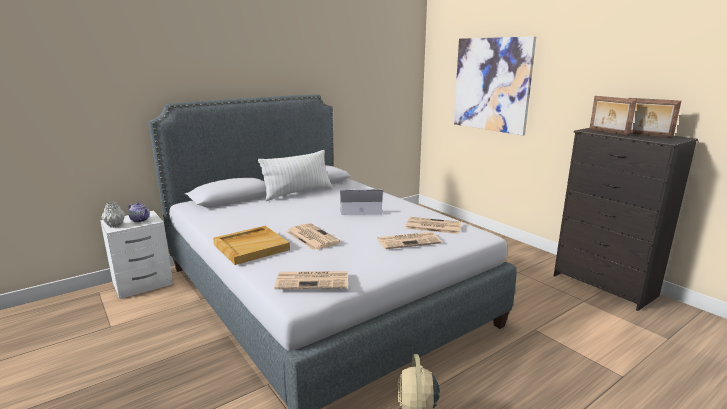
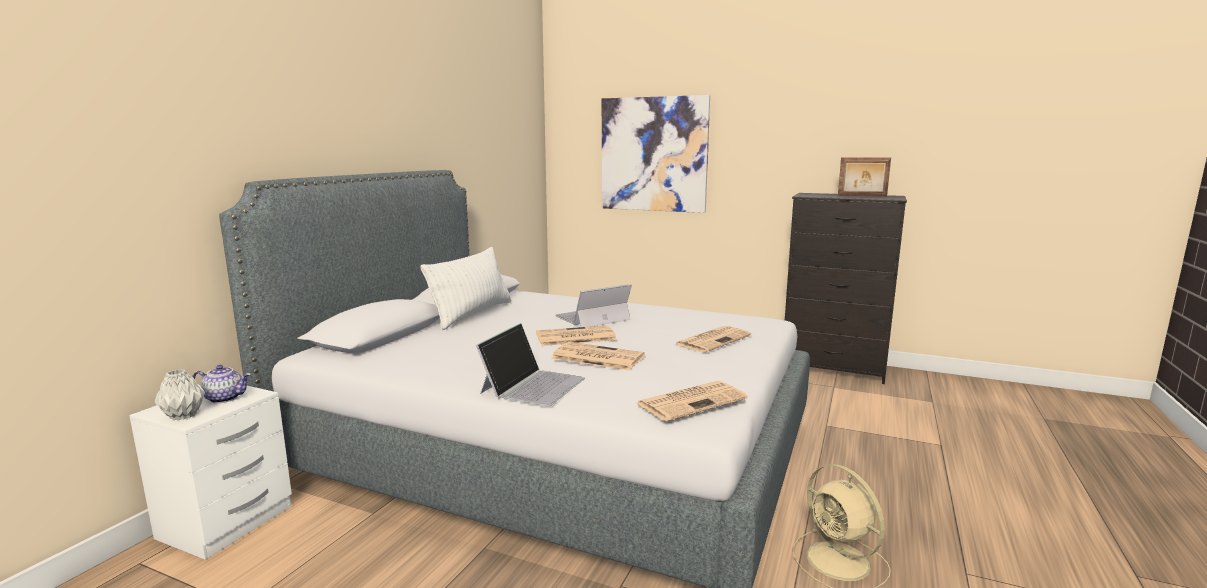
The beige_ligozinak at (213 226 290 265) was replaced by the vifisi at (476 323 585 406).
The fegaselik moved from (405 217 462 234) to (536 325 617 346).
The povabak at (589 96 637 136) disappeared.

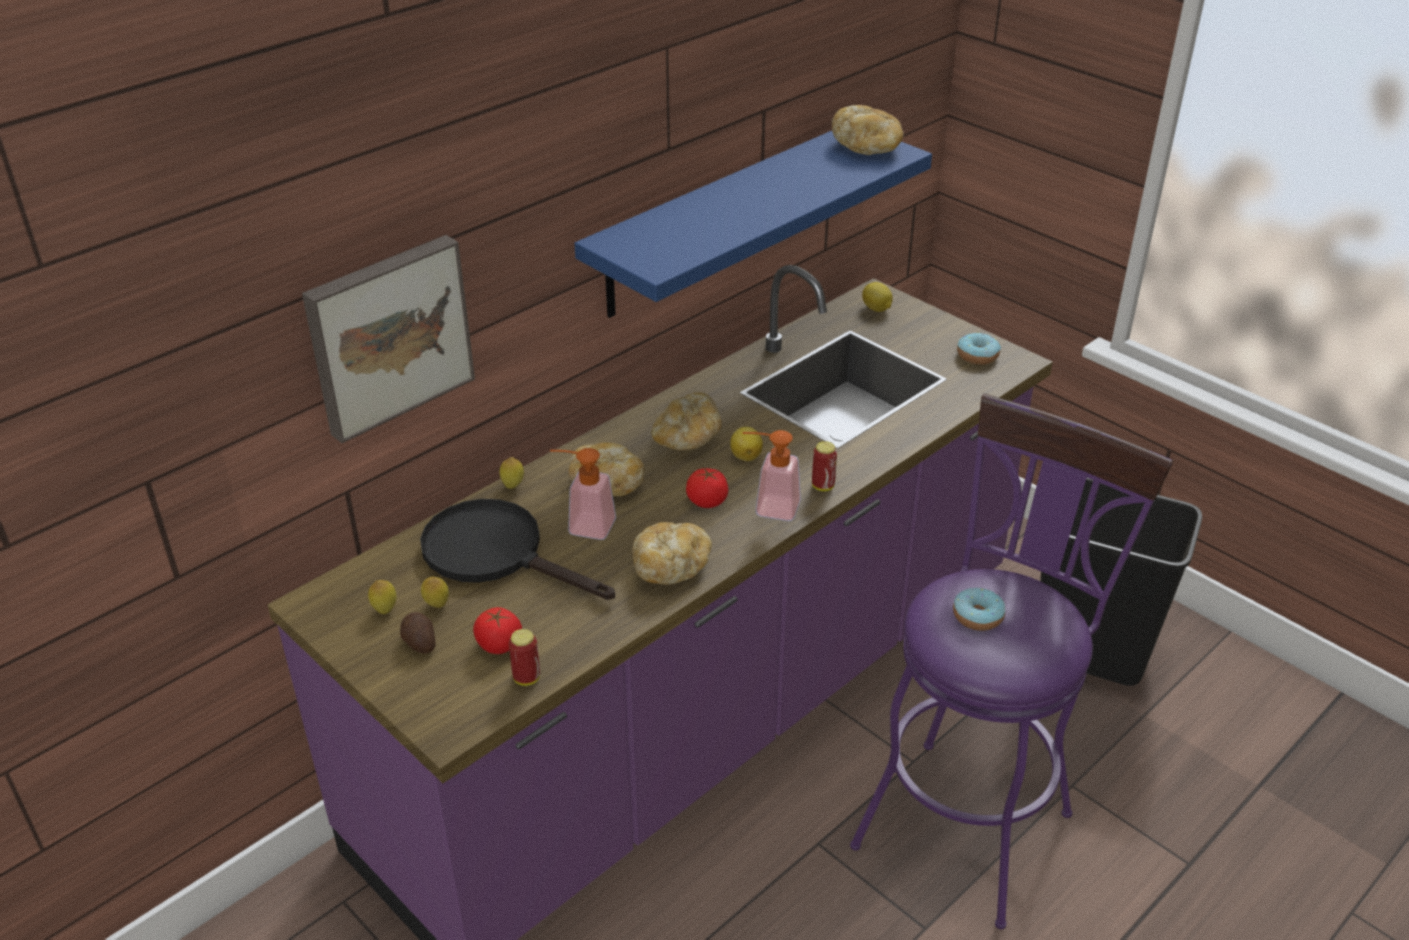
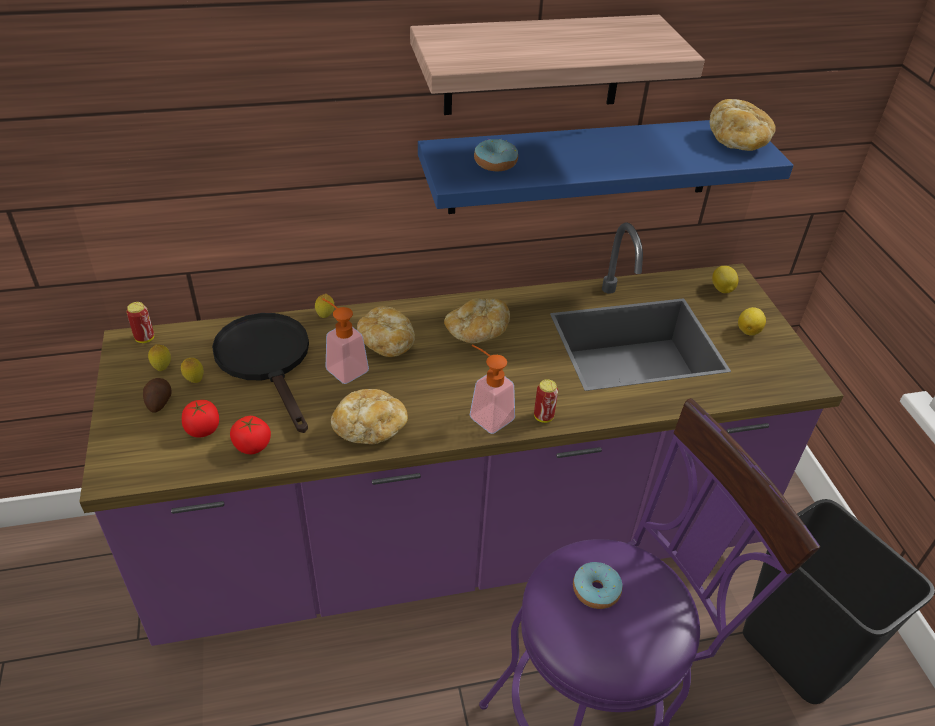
The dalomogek at (302 235 475 443) disappeared.
The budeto moved from (509 629 540 686) to (127 302 154 343).
The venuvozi moved from (686 468 728 508) to (230 416 271 454).
The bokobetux moved from (730 427 763 461) to (738 307 766 336).
The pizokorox moved from (957 333 1001 365) to (474 139 518 171).
The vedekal at (410 15 705 115) appeared.

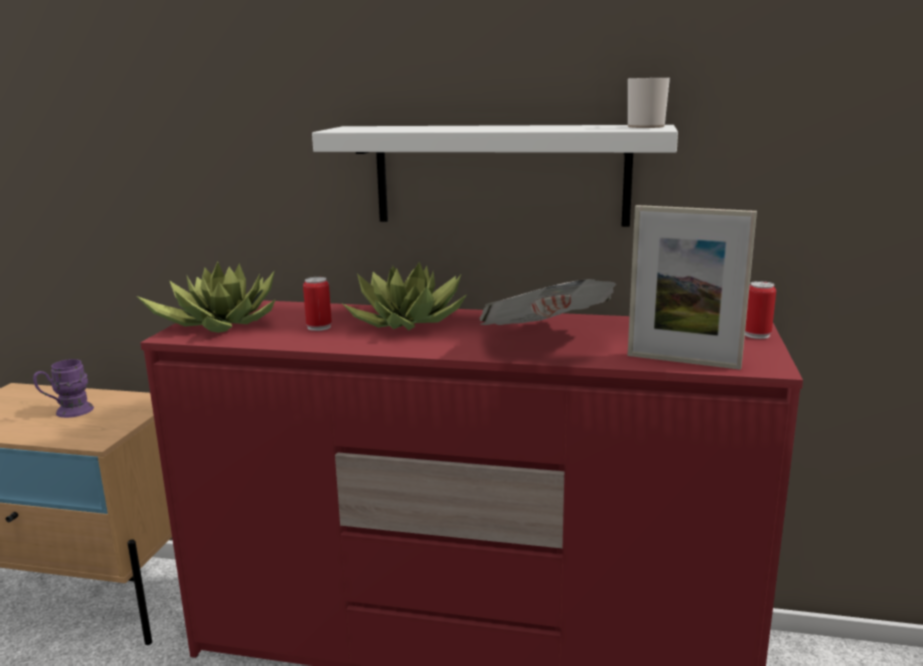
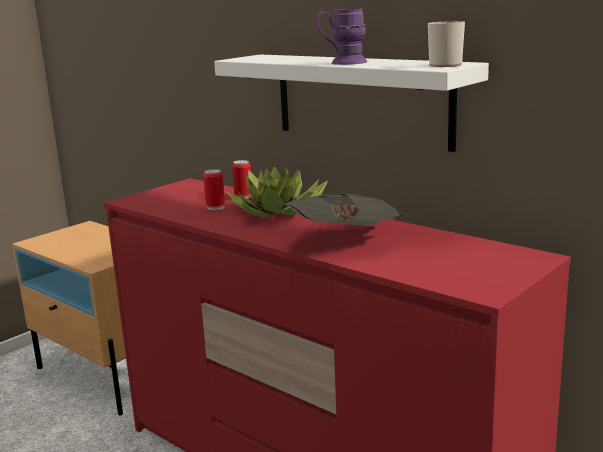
The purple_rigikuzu moved from (33 359 94 418) to (316 8 367 65).
The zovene at (137 262 276 333) disappeared.
The povabak at (627 205 757 370) disappeared.
The budeto moved from (745 281 776 339) to (232 160 252 199).

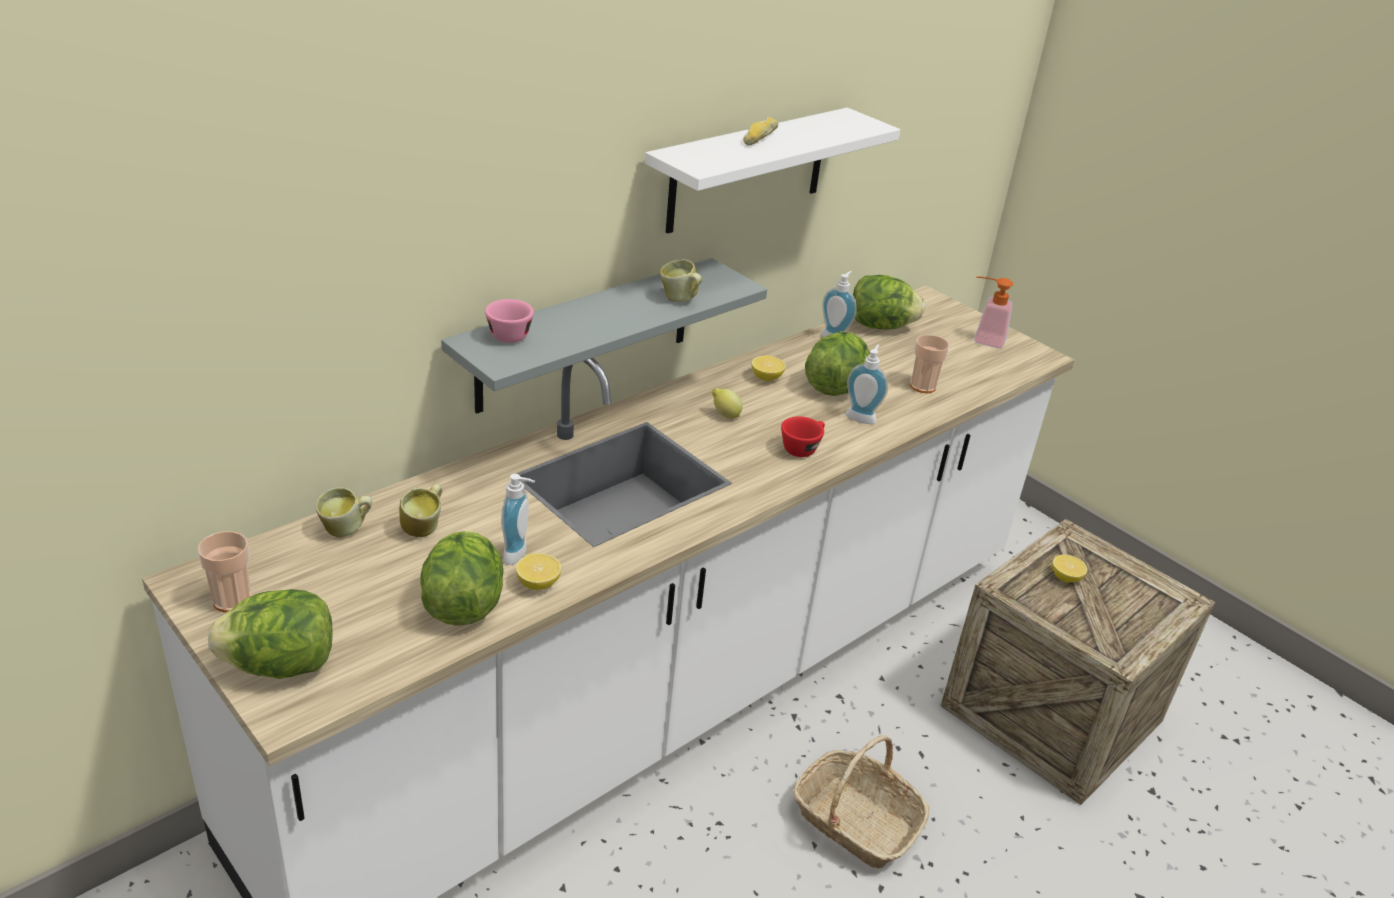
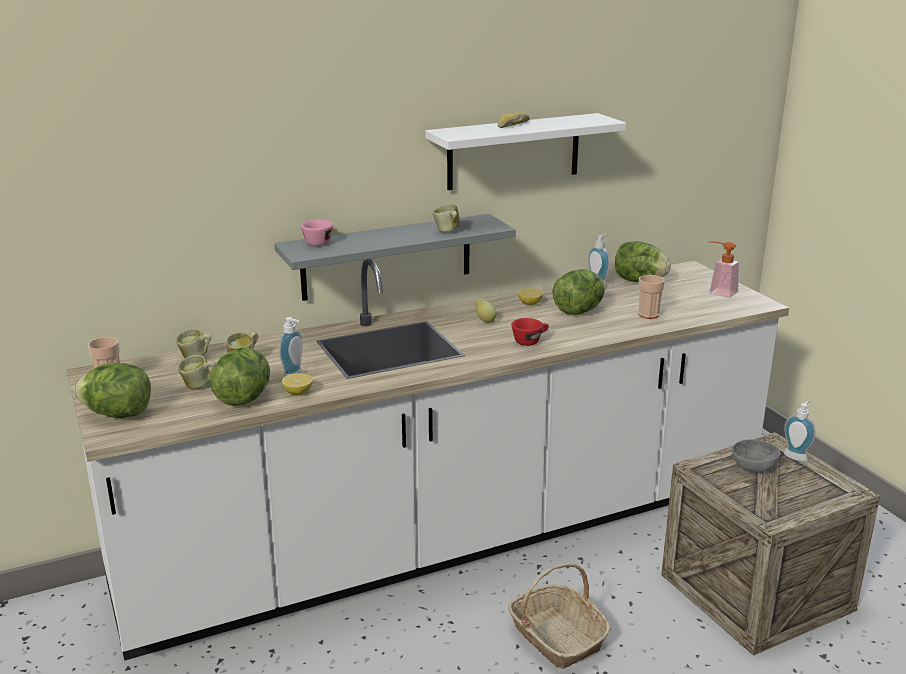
The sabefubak moved from (846 345 888 424) to (784 400 816 462).
The bokobetux at (1052 555 1087 582) was replaced by the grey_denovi at (732 439 781 473).
The rigikuzu at (178 355 216 390) appeared.

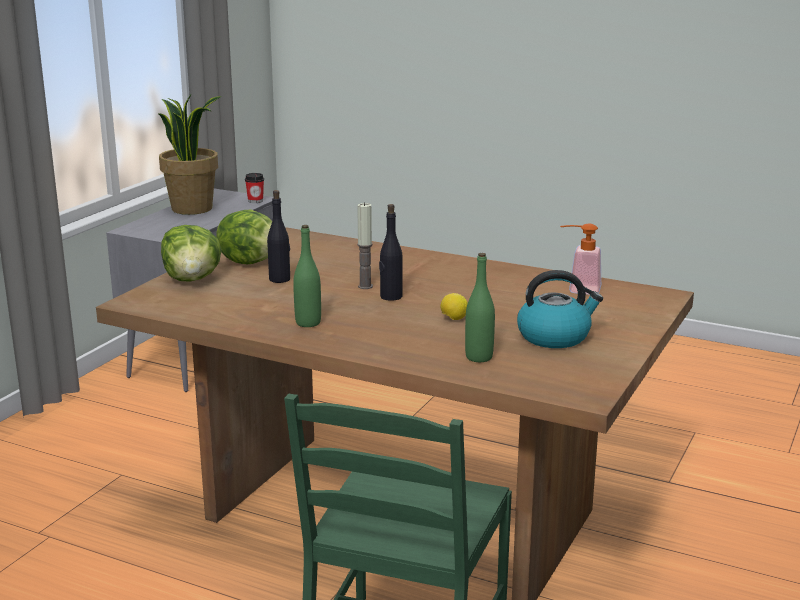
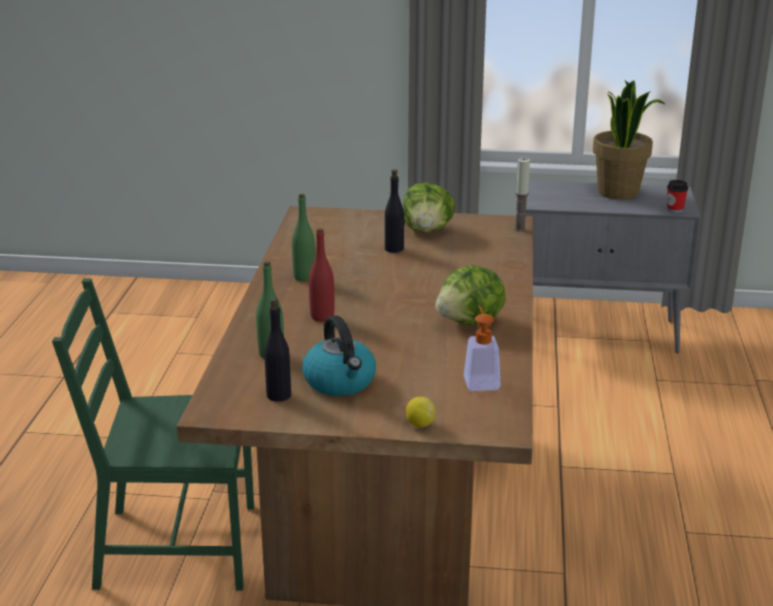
The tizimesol moved from (161 225 222 282) to (435 265 506 325).
The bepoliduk moved from (357 202 373 289) to (514 158 530 232).
The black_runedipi moved from (379 204 403 301) to (264 298 291 402).
The bokobetux moved from (440 293 468 320) to (406 397 436 428).
The red_runedipi at (309 229 334 322) appeared.

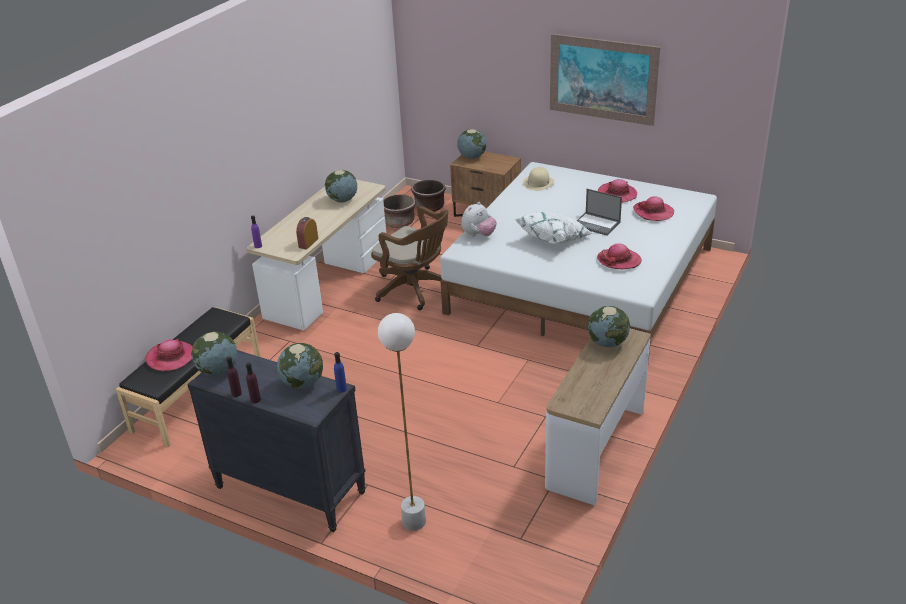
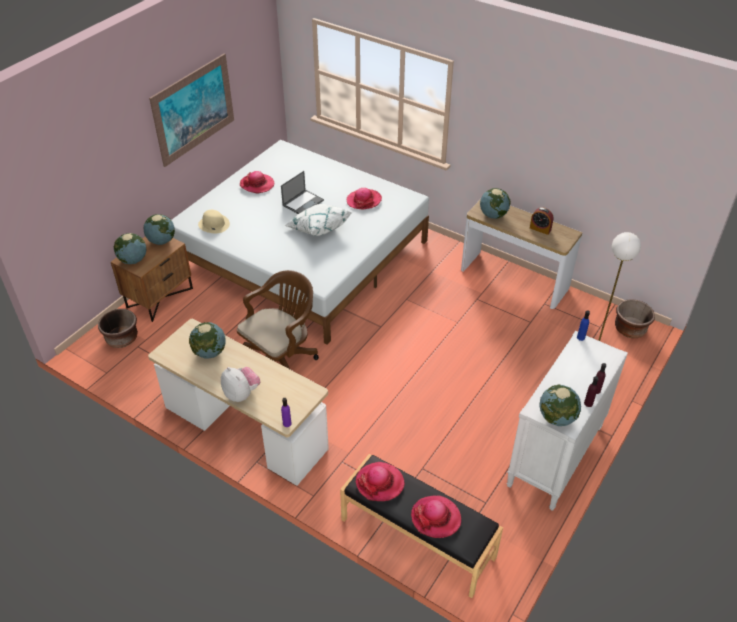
The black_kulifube at (187 350 366 532) became the white_kulifube at (507 331 628 511).
The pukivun moved from (277 343 323 389) to (144 214 175 245).
The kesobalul moved from (296 217 318 250) to (530 207 554 235).
The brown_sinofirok moved from (383 194 416 228) to (615 299 655 338).
The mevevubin moved from (461 202 497 237) to (221 367 260 402).
The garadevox moved from (633 196 674 221) to (356 462 405 501).

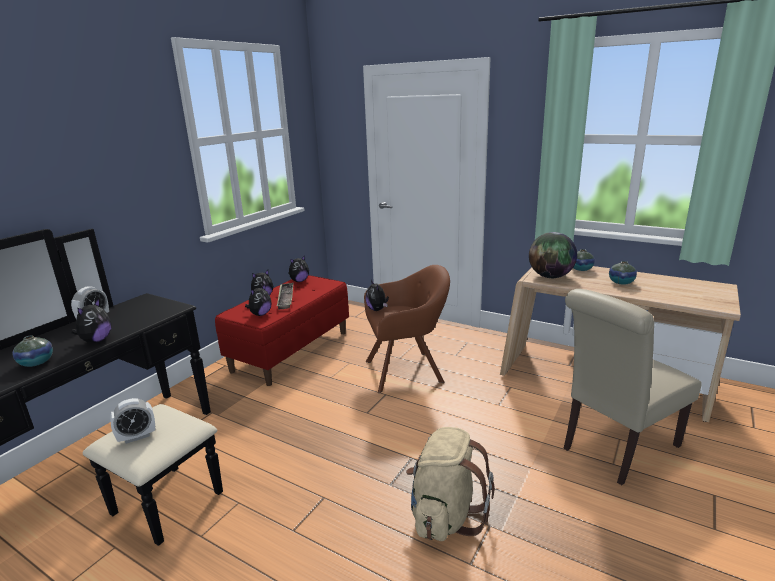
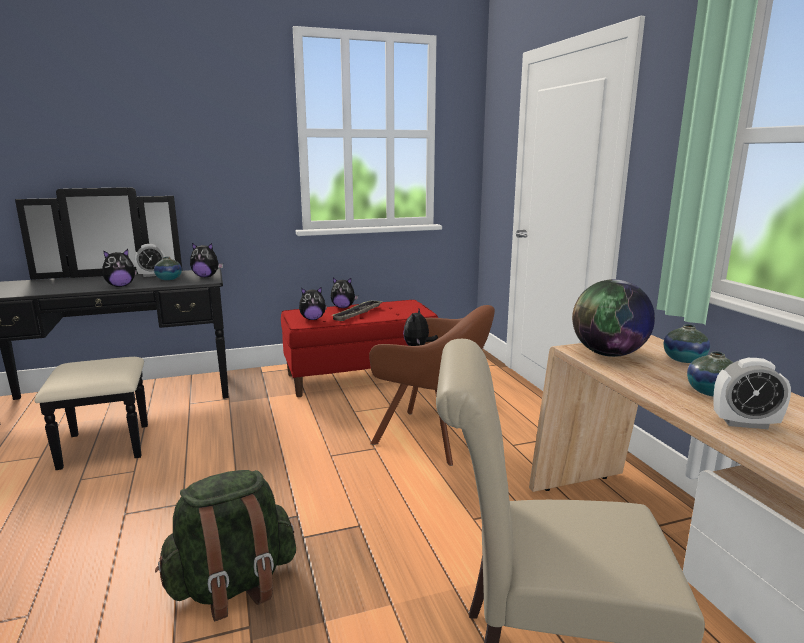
The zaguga moved from (13 335 53 367) to (154 257 182 280).
The kesobalul moved from (110 398 155 444) to (713 358 791 429).
The mevevubin moved from (288 255 309 282) to (190 243 223 277).
The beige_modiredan at (406 427 495 541) became the green_modiredan at (155 470 296 621).

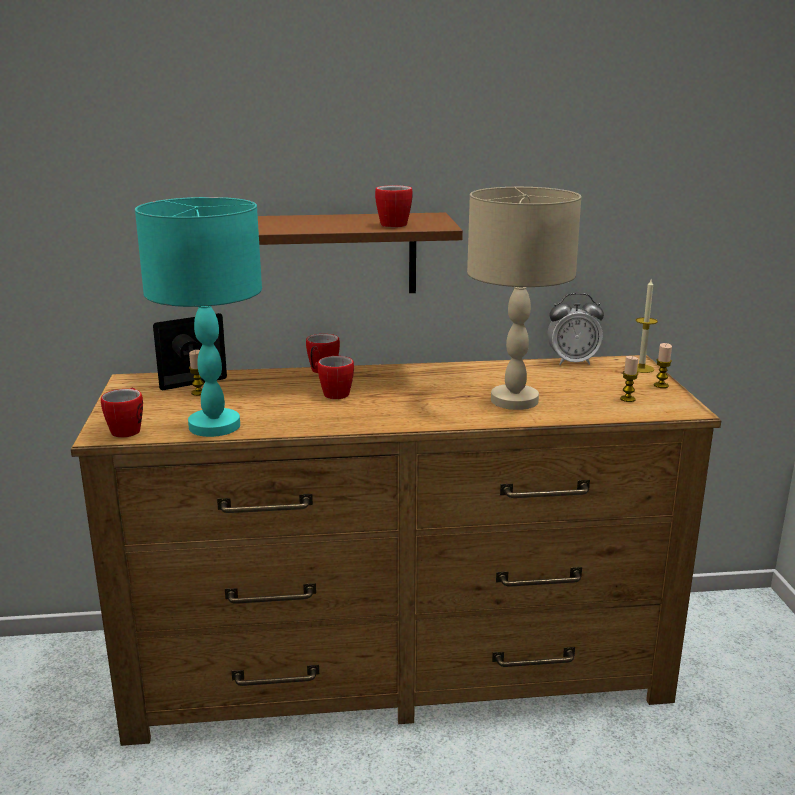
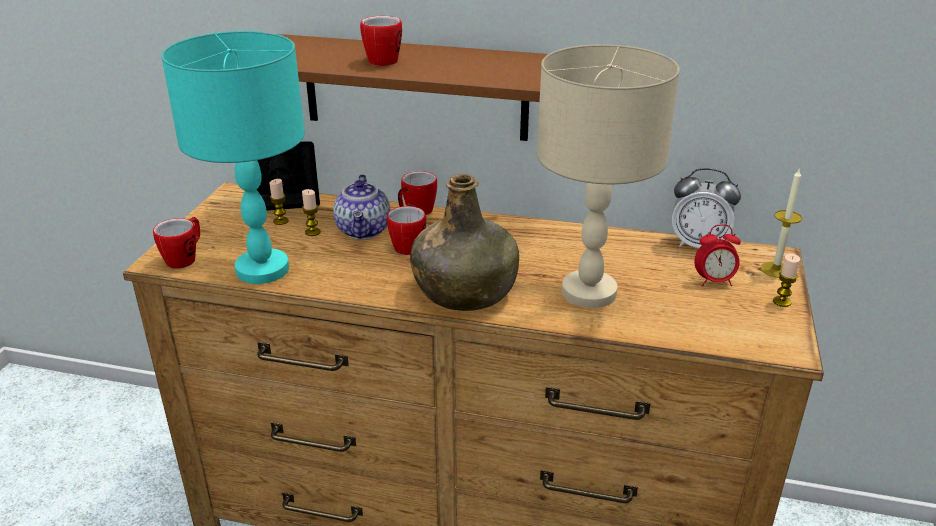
The rigikuzu moved from (375 185 412 228) to (360 16 402 66).
The bepoliduk moved from (620 356 638 402) to (302 189 321 236).
The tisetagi at (333 174 390 240) appeared.
The green_runedipi at (410 174 519 311) appeared.
The kesobalul at (694 224 741 287) appeared.

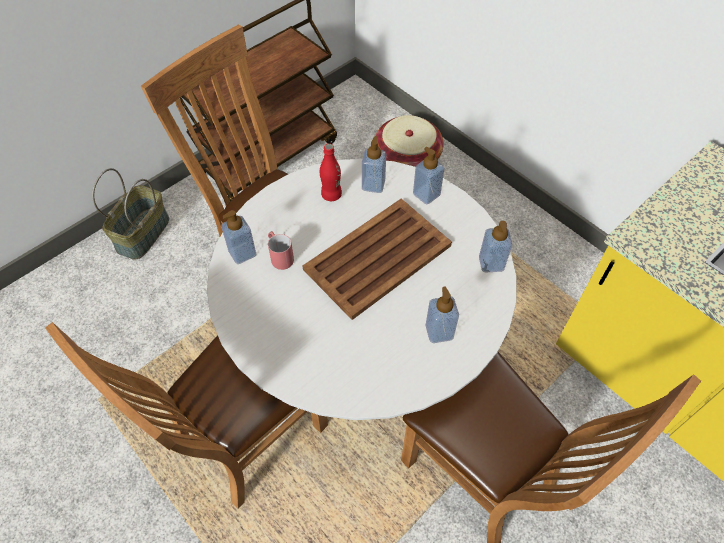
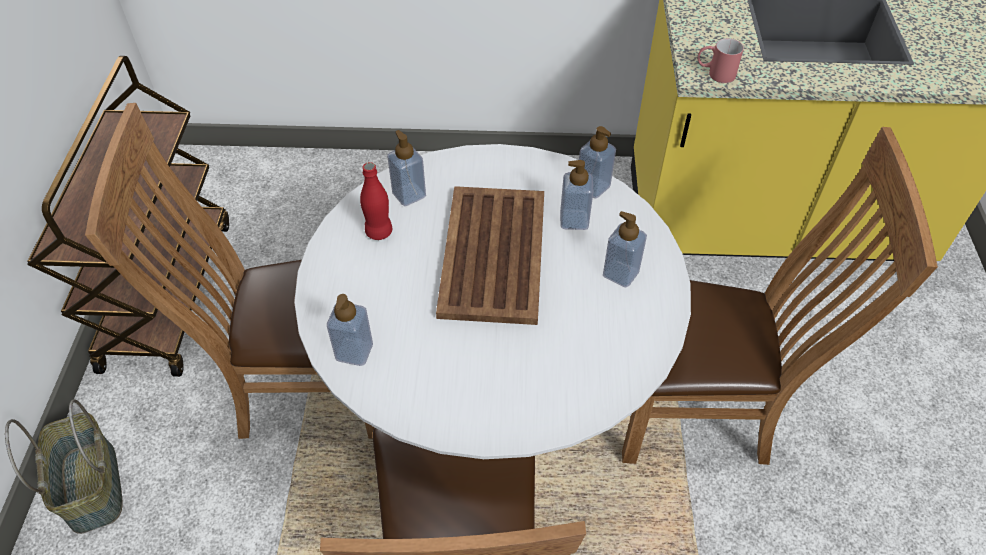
The red_rigikuzu moved from (268 231 294 270) to (698 38 744 83).
The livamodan at (375 115 444 167) disappeared.
The sabefubak moved from (413 147 445 204) to (560 160 593 230).

